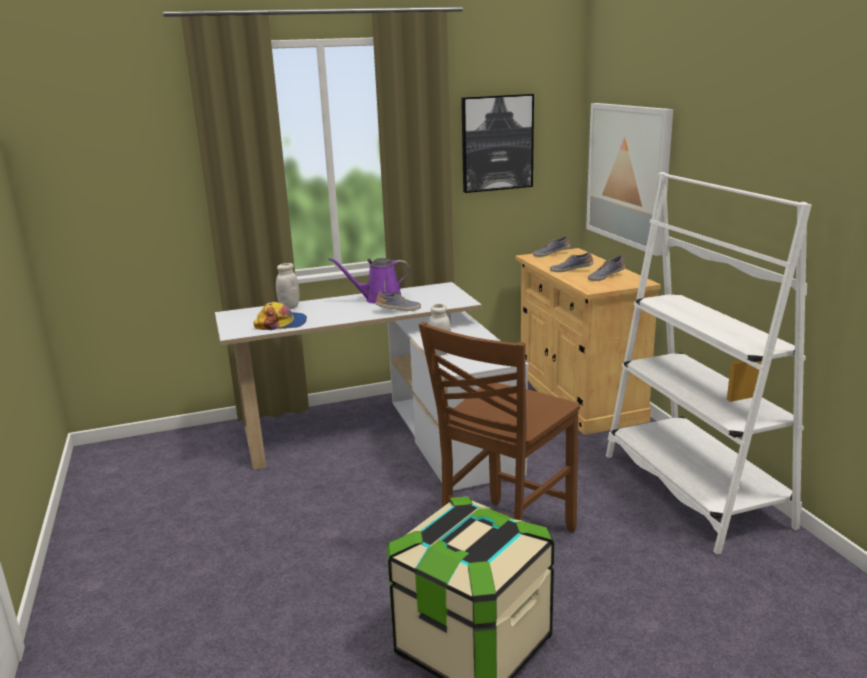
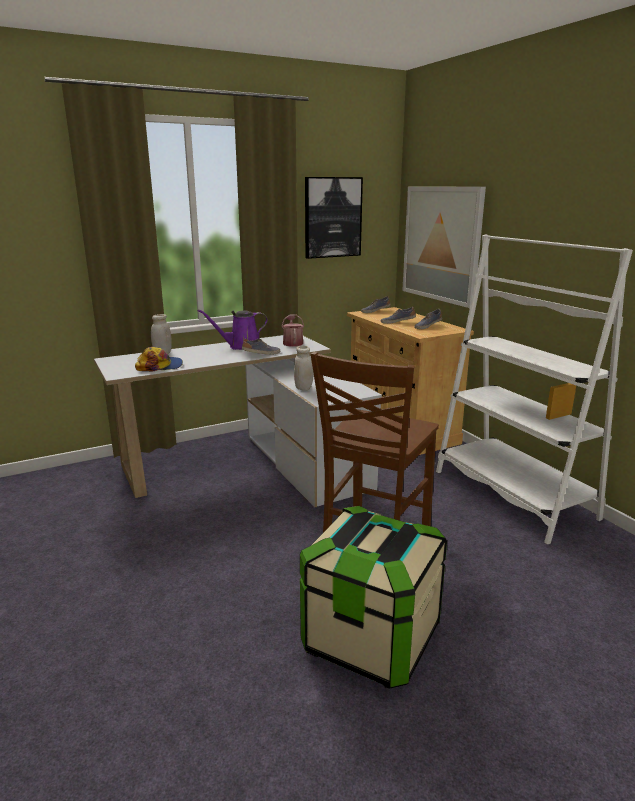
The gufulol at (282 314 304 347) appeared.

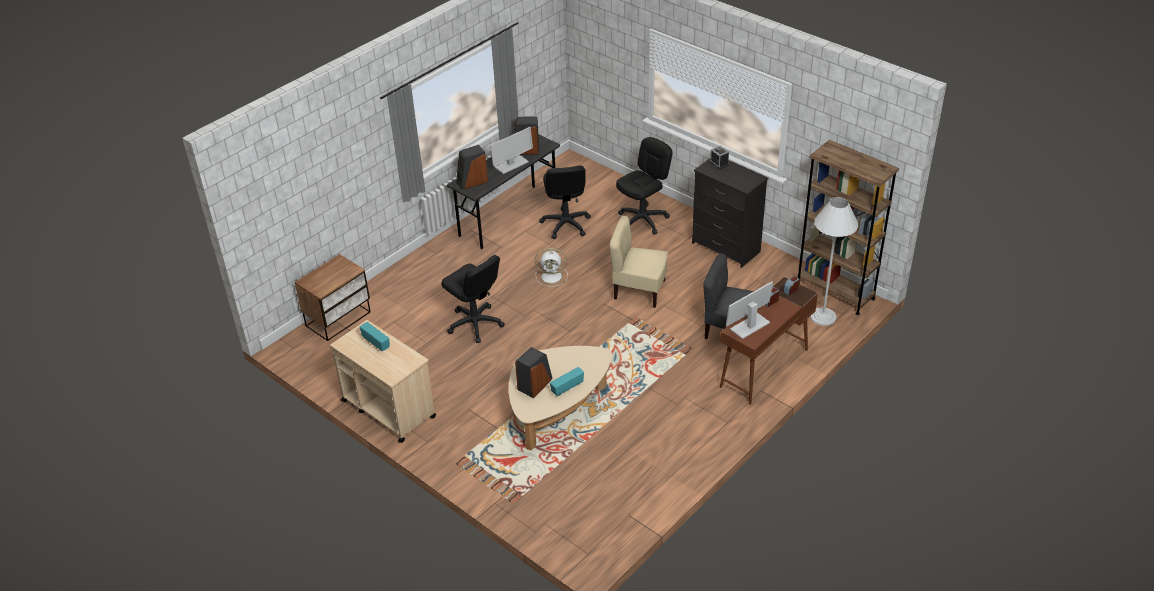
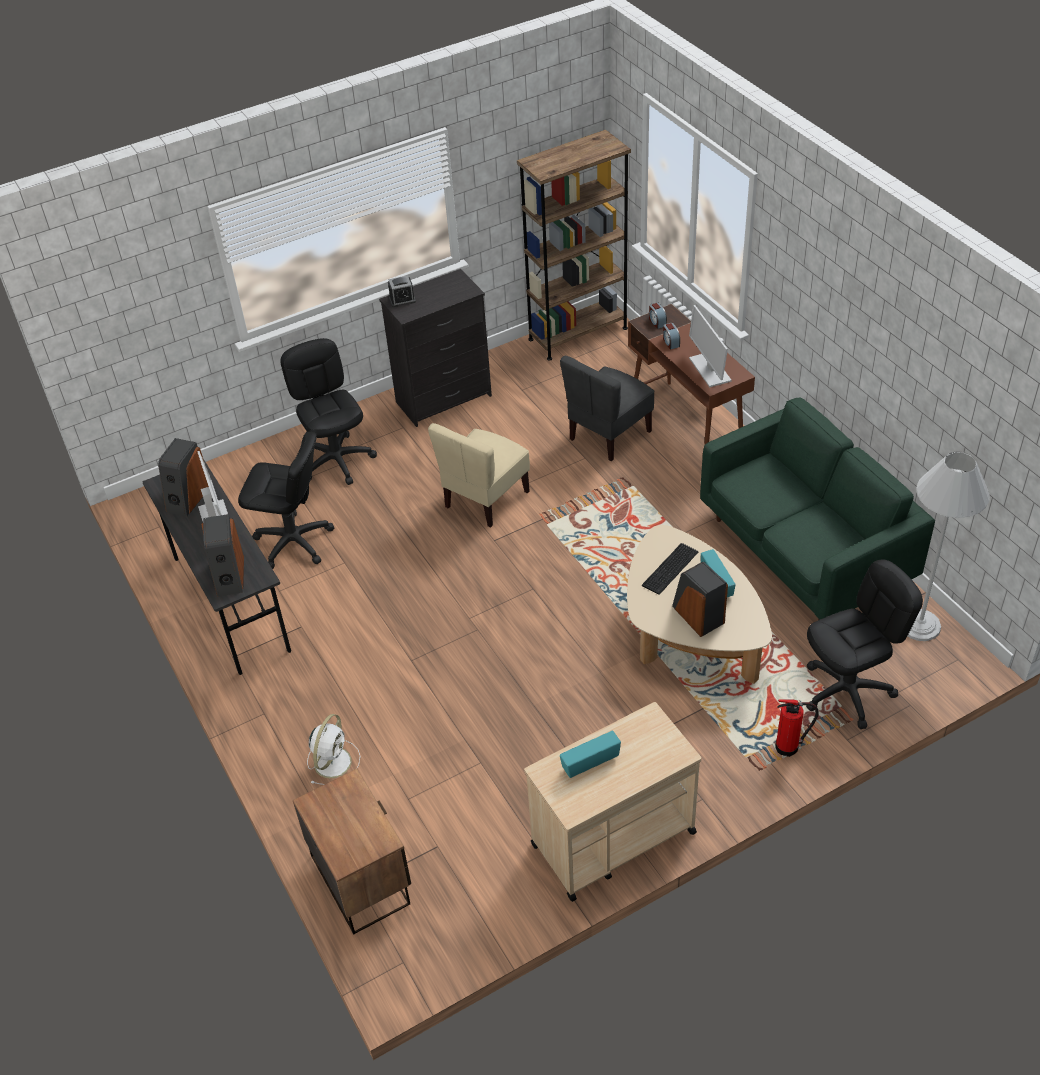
The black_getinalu moved from (441 255 505 343) to (806 560 923 729).
The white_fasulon moved from (535 248 568 286) to (307 714 360 785).
The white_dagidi moved from (810 197 859 326) to (908 451 990 641).
The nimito at (641 543 698 595) appeared.
The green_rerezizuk at (700 398 935 620) appeared.
The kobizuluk at (776 699 819 757) appeared.

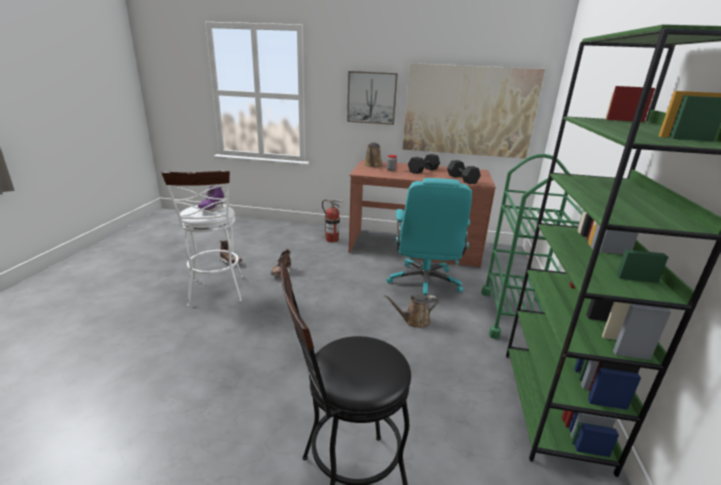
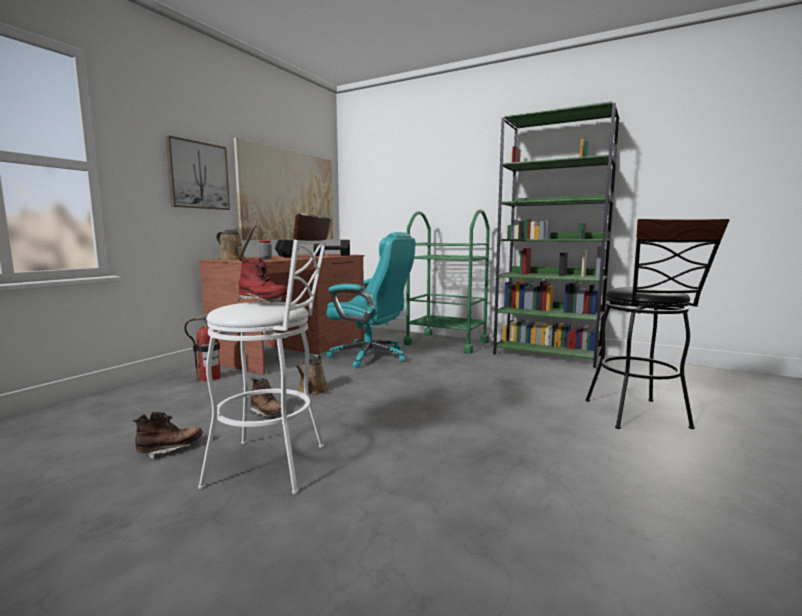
The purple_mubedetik at (198 186 224 211) became the red_mubedetik at (238 258 287 302).
The brown_gufulol moved from (384 293 439 328) to (295 355 328 395).

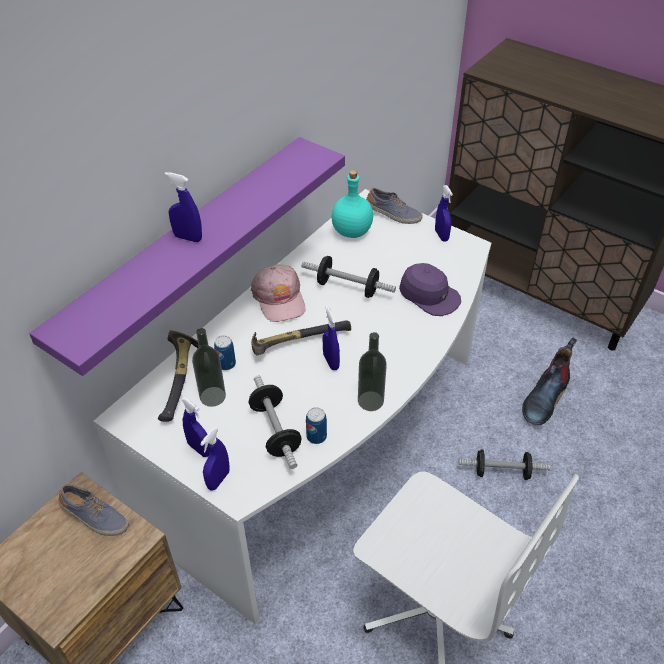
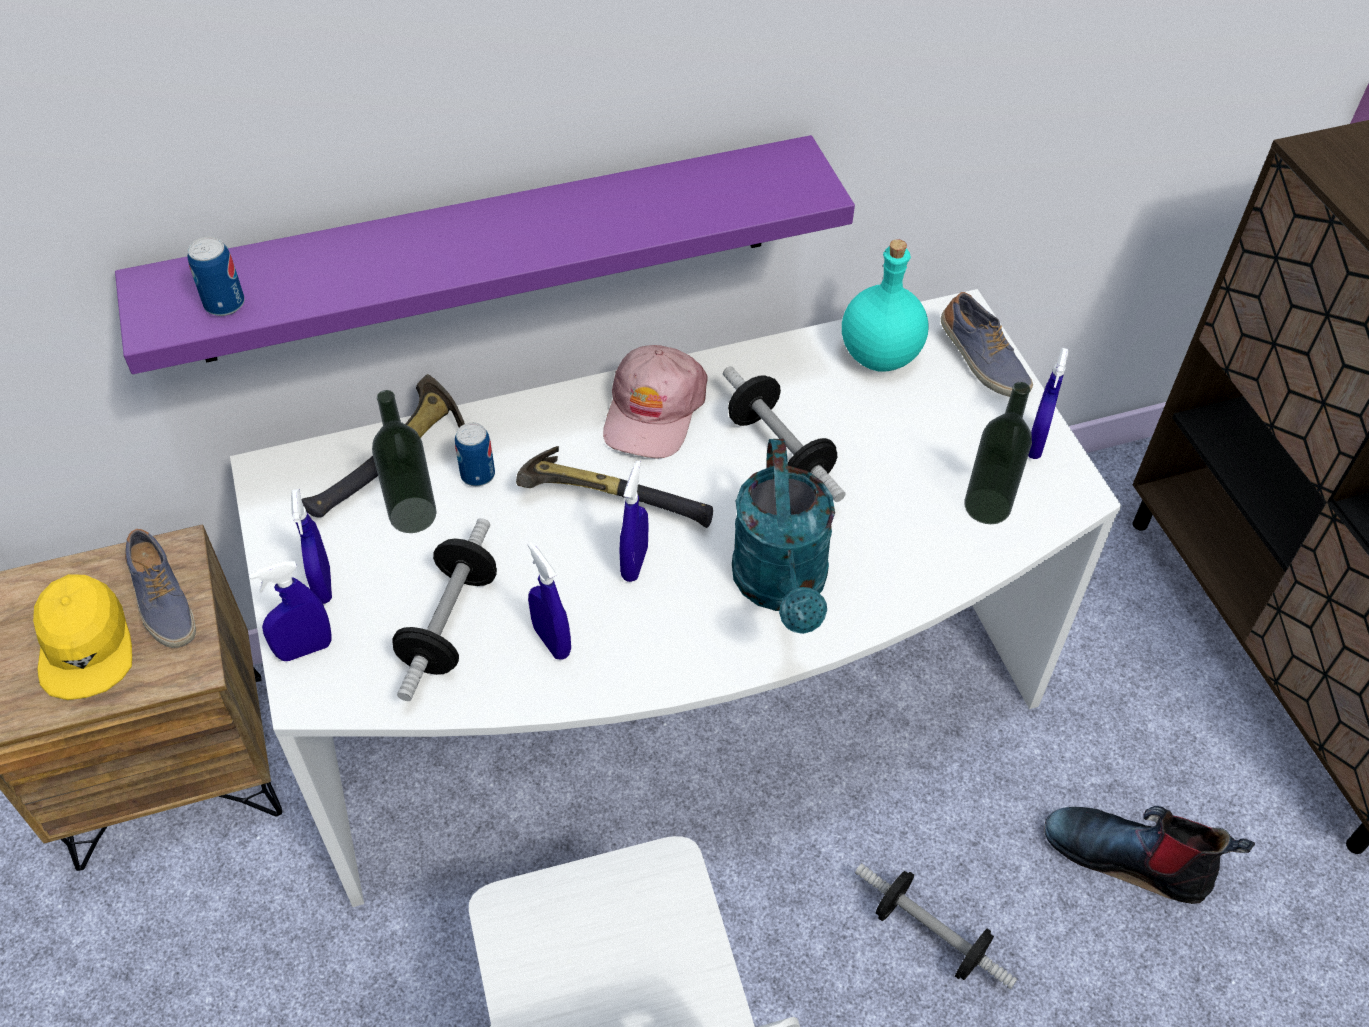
The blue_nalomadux moved from (165 172 202 242) to (528 542 571 660).
The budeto moved from (306 407 327 444) to (187 237 245 316).
The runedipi moved from (358 332 387 411) to (964 382 1032 524).
The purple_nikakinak at (399 263 461 316) disappeared.
The mubedetik at (522 338 577 425) turned 45 degrees clockwise.
The yellow_nikakinak at (33 574 132 700) appeared.
The turquoise_gufulol at (732 438 835 634) appeared.

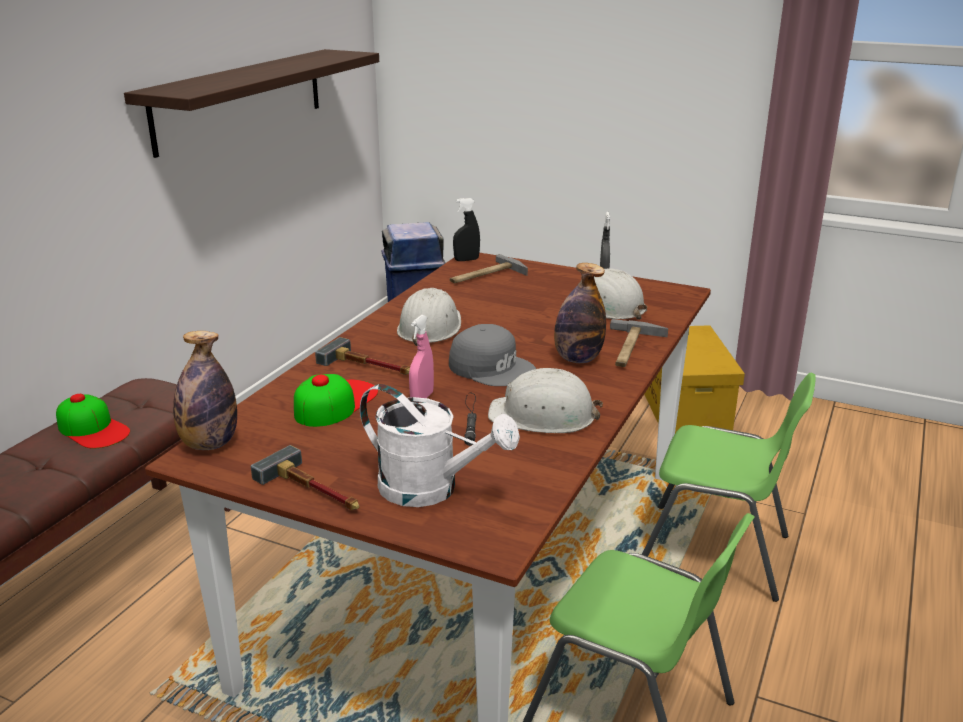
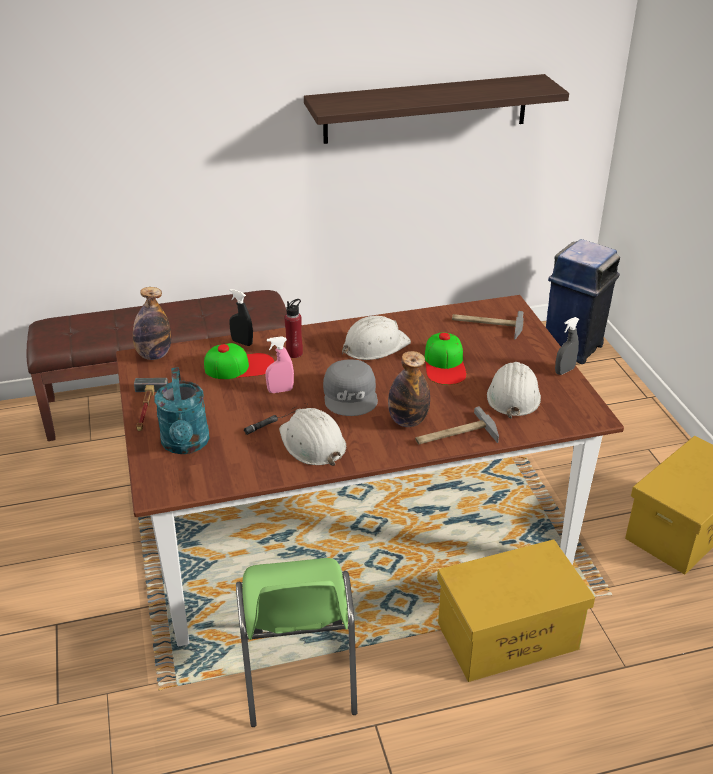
The nikakinak moved from (56 394 130 449) to (424 332 467 385).
The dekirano at (315 337 410 375) was replaced by the red_runedipi at (284 299 303 358).
The white_gufulol at (360 384 520 507) became the turquoise_gufulol at (154 367 210 454).
The black_nalomadux moved from (453 198 480 261) to (229 289 253 346).
The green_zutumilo at (642 373 816 602) was replaced by the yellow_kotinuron at (437 539 595 682).

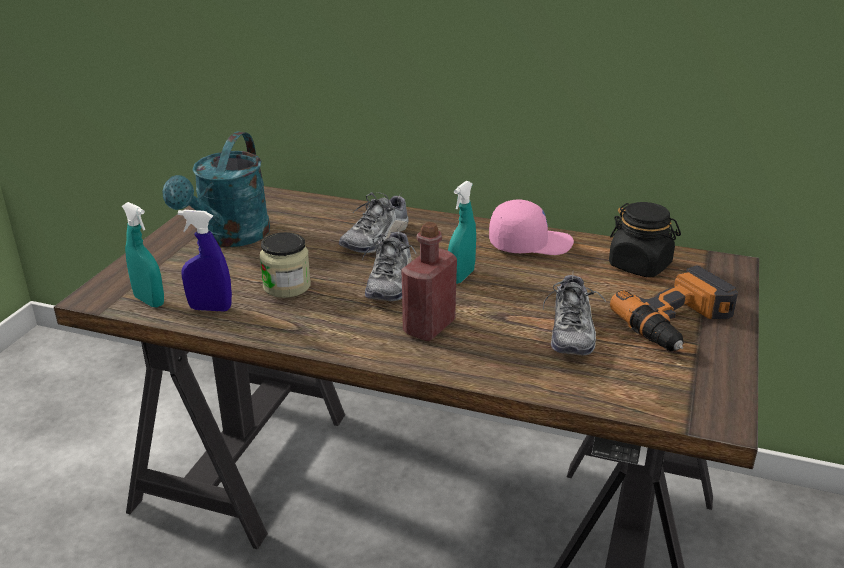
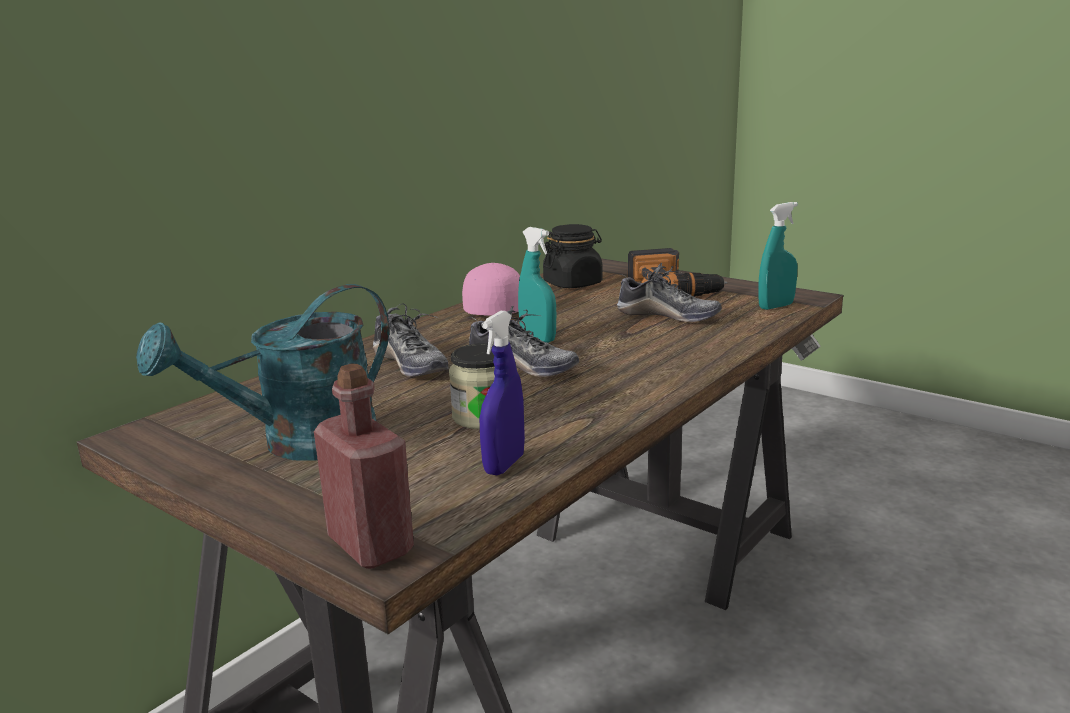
The turquoise_nalomadux moved from (122 202 164 307) to (758 202 798 310).
The turquoise_gufulol at (162 132 270 247) turned 105 degrees clockwise.
The red_runedipi moved from (401 222 457 341) to (314 364 414 569).

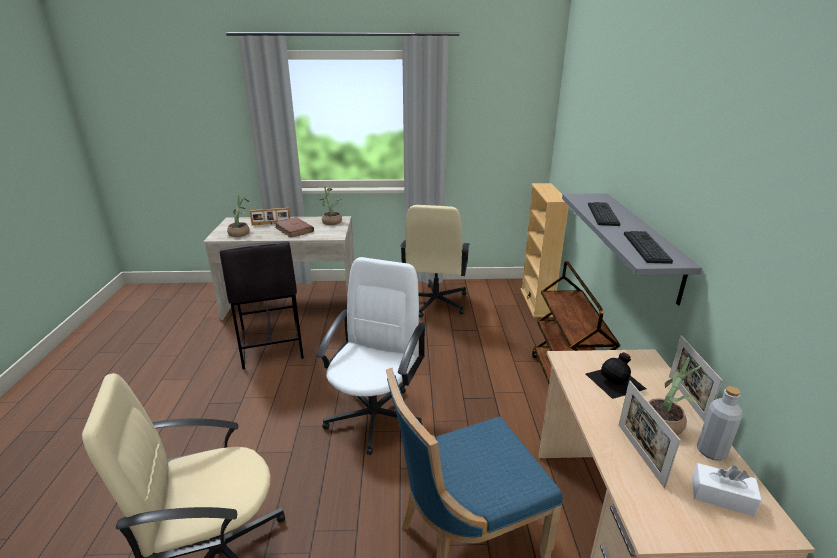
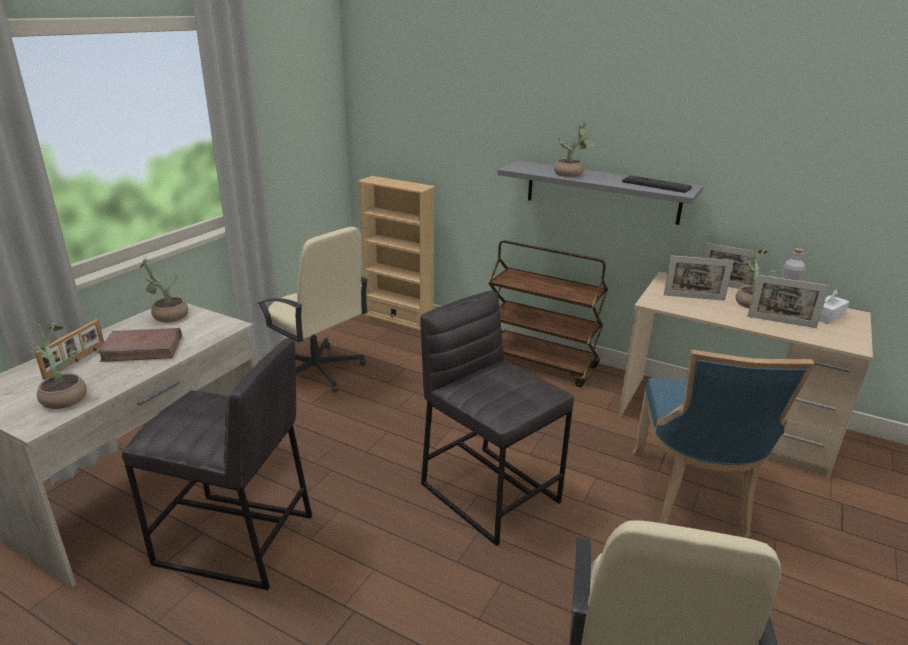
The white_getinalu at (316 257 427 455) was replaced by the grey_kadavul at (420 291 574 546).
The black_runedipi at (586 352 646 399) was replaced by the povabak at (664 256 734 301).
The nimito at (588 202 620 226) was replaced by the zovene at (554 122 596 177).

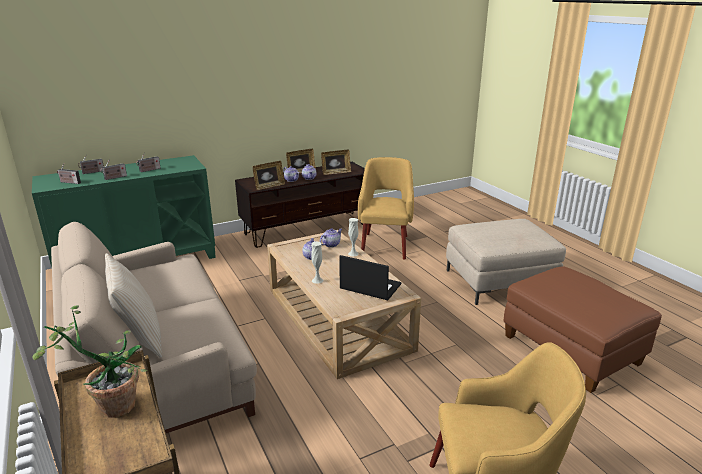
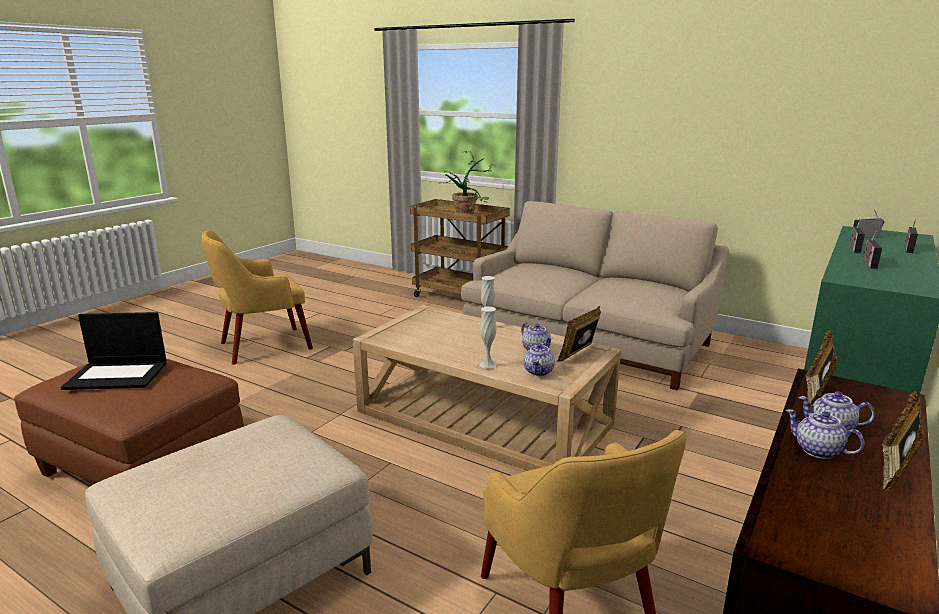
The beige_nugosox at (105 253 162 358) disappeared.
The povabak moved from (321 150 351 175) to (557 306 601 362).
The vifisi moved from (339 255 402 300) to (61 312 166 390).

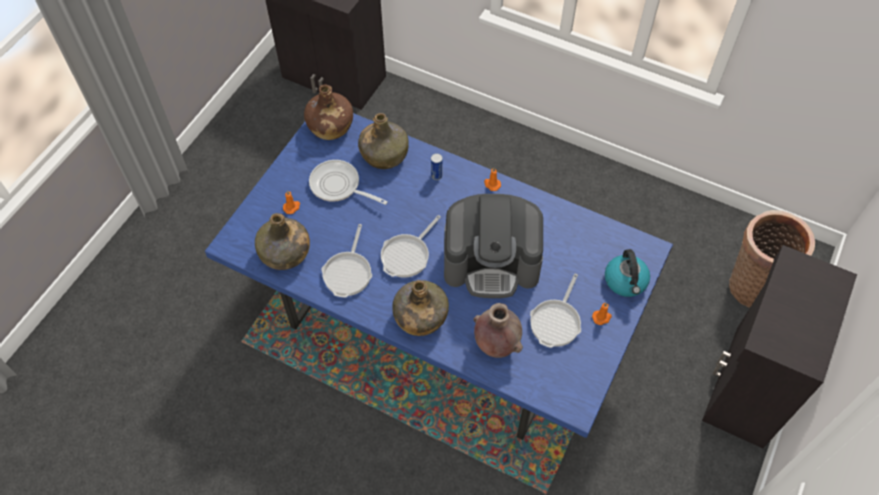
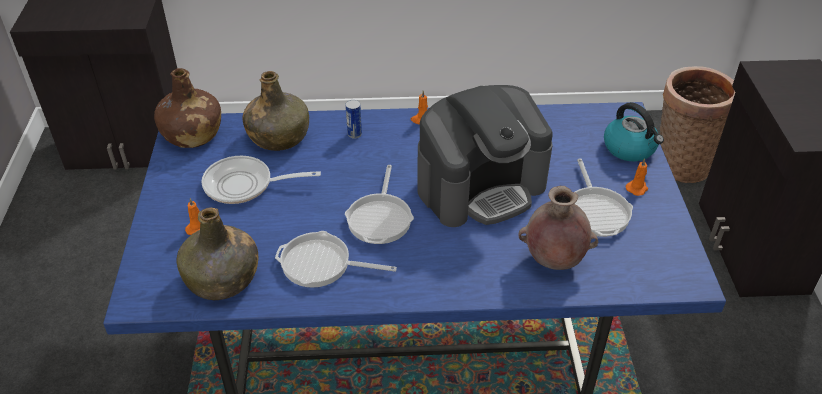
The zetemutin at (321 224 372 298) turned 120 degrees clockwise.
The green_runedipi at (393 280 449 336) disappeared.

